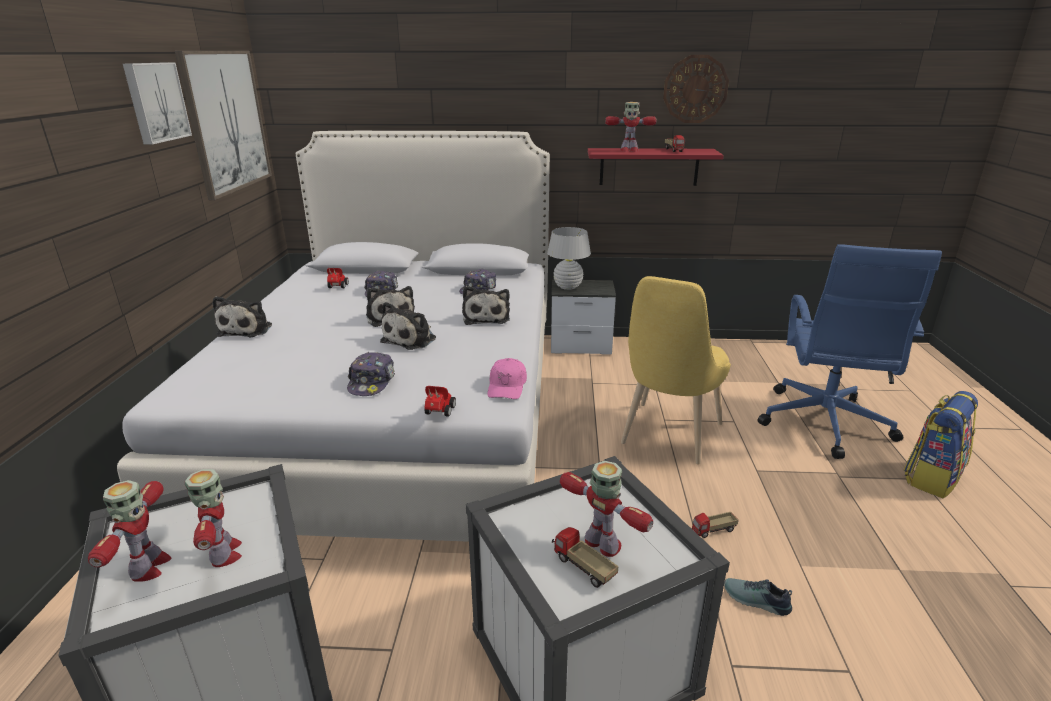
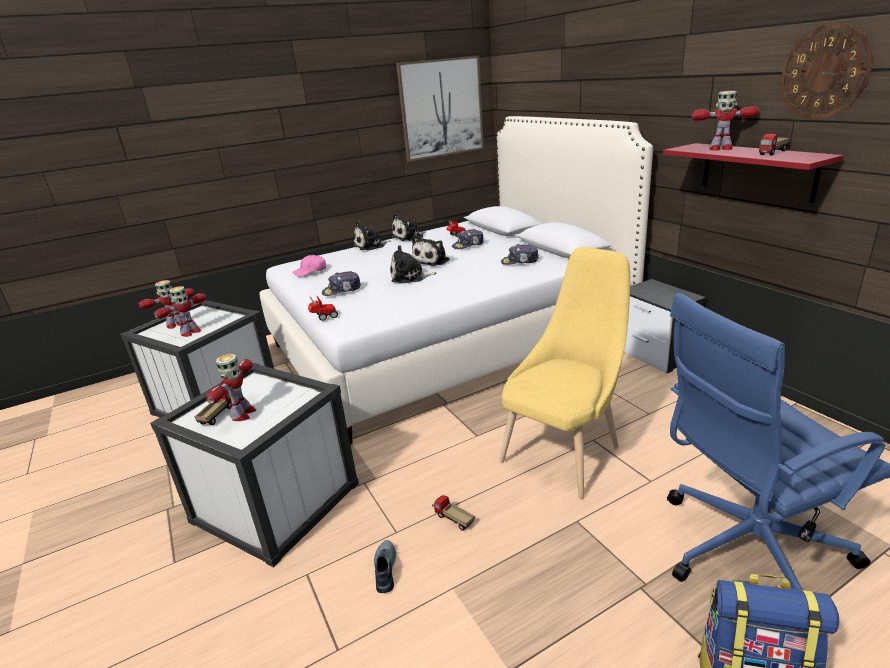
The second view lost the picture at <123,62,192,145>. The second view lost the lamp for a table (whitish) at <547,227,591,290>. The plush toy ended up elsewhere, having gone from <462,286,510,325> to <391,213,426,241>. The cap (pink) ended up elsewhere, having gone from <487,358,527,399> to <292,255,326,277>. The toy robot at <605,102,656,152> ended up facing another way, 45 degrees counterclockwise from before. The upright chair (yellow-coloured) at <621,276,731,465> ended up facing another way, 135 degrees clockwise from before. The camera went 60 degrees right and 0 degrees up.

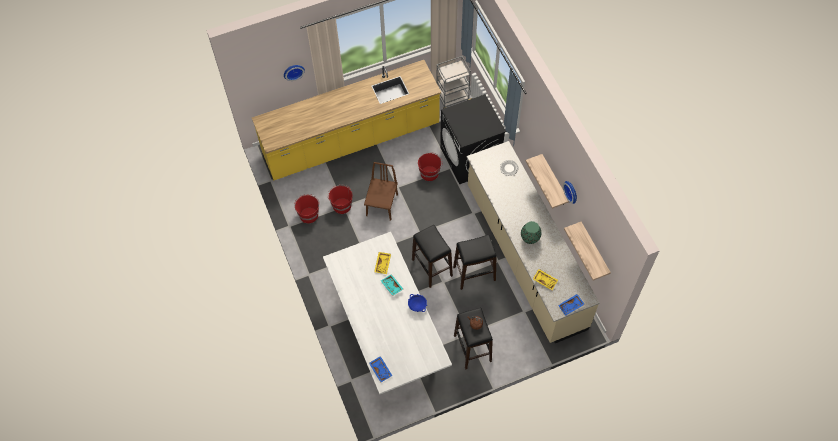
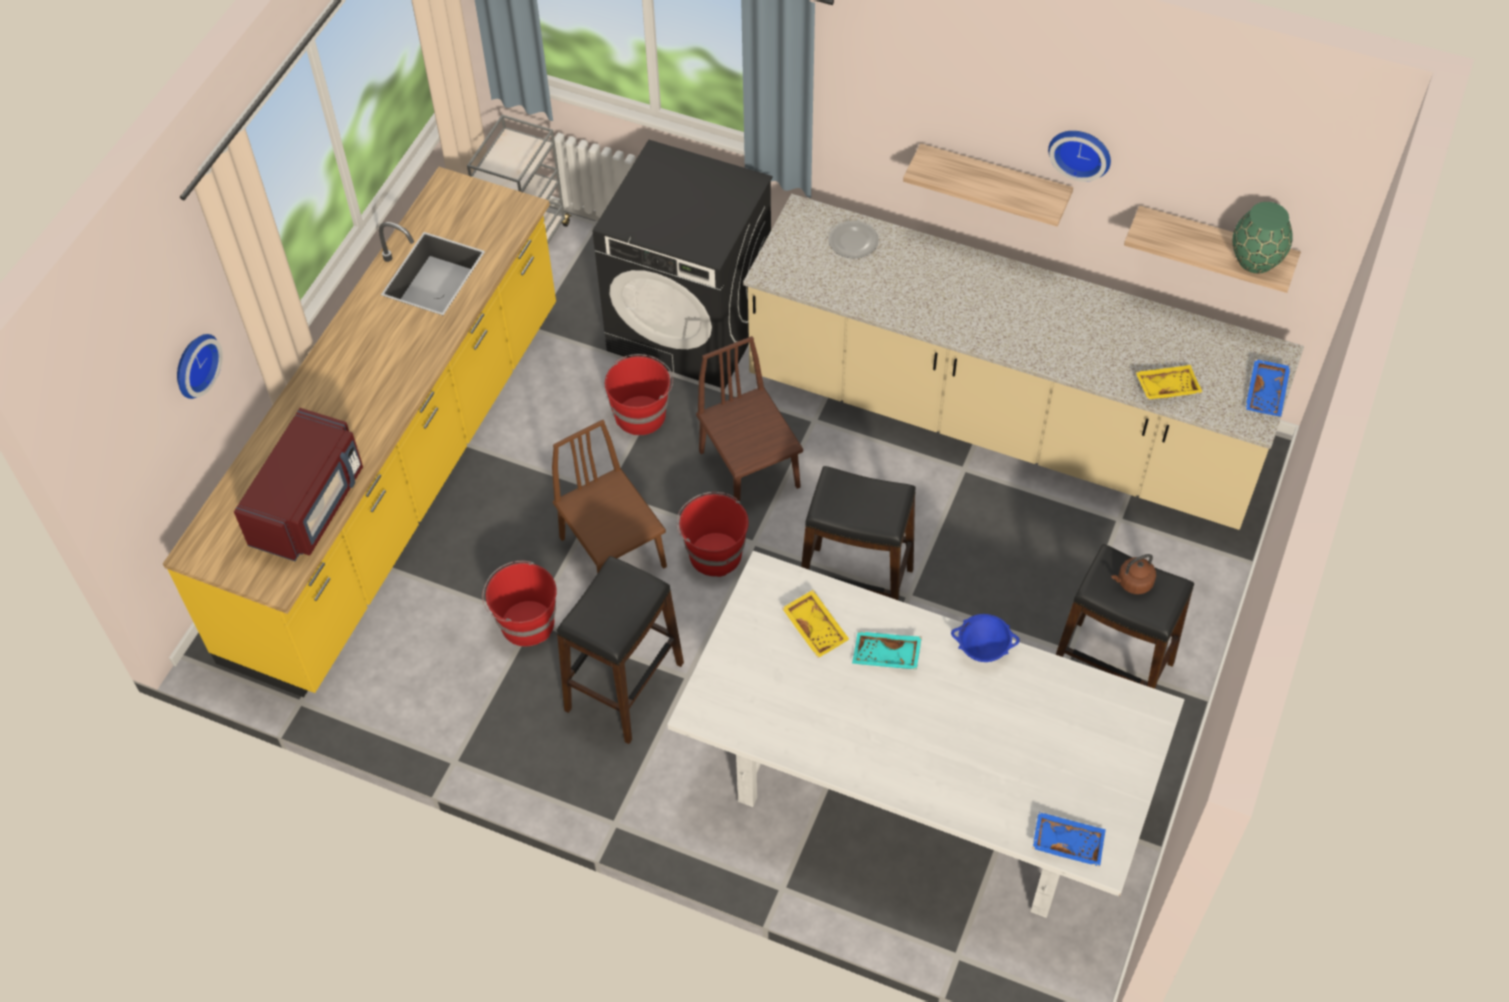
The second view gained the microwave (red) at <234,408,363,561>. The second view gained the upright chair (brown) at <696,336,803,502>. The pail (red) ended up elsewhere, having gone from <295,194,319,223> to <676,492,749,577>. The stool (blackish) ended up elsewhere, having gone from <453,235,497,290> to <557,556,684,744>. The decorative vase (greenish) ended up elsewhere, having gone from <521,221,542,244> to <1233,202,1293,273>. The camera went 45 degrees left and 5 degrees down.

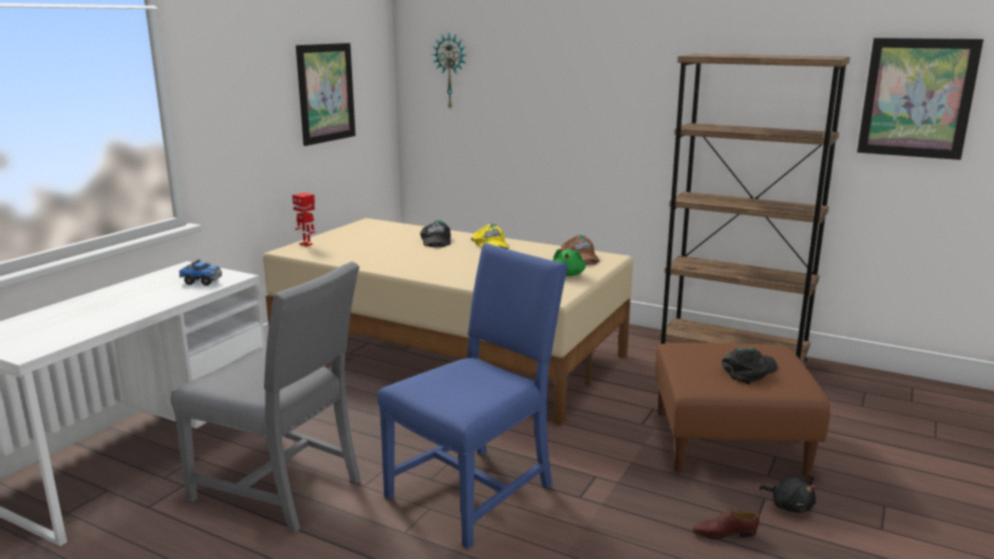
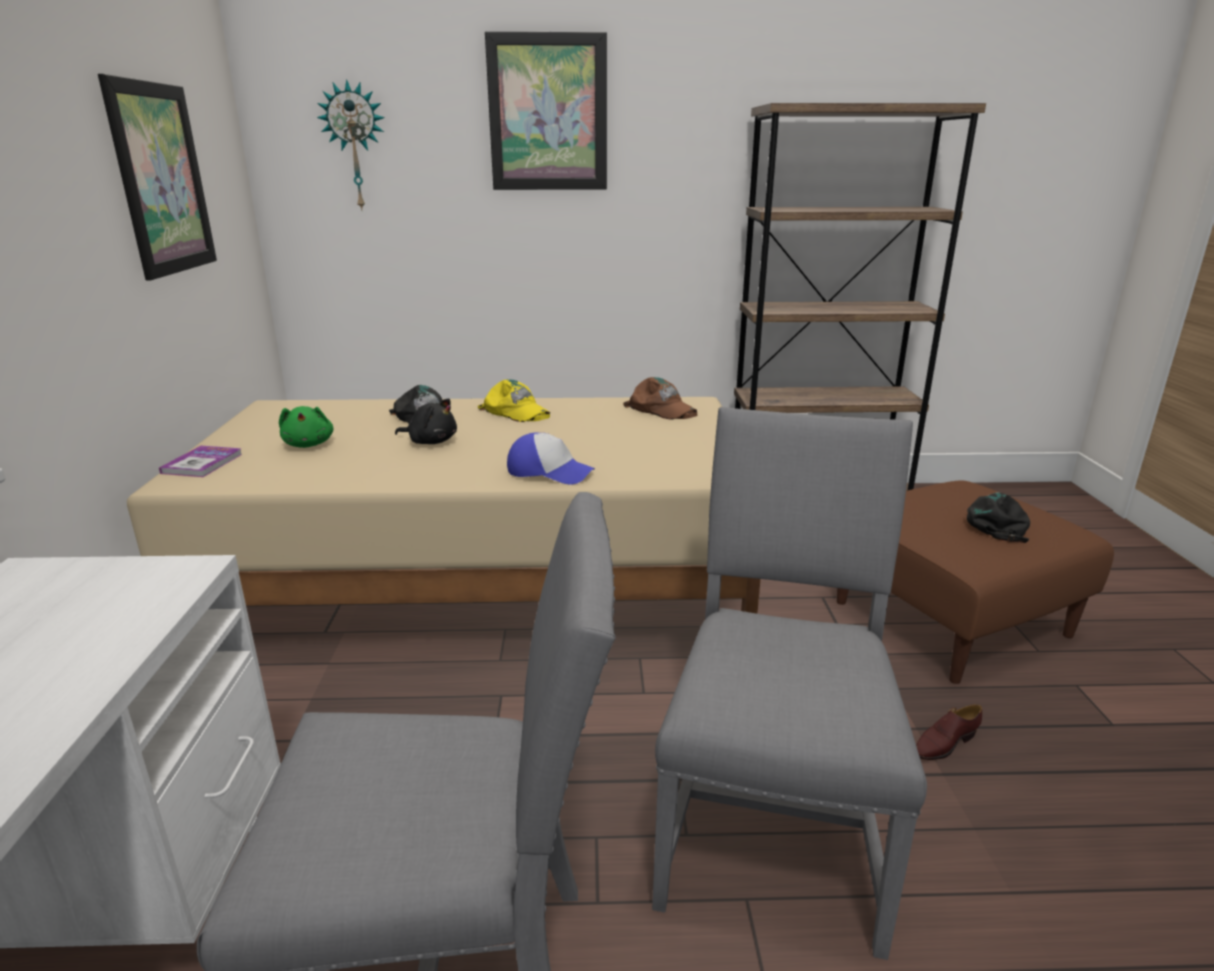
The second view lost the toy lorry at <179,259,222,286>. The second view gained the cap at <507,432,595,485>. The plush toy (greenish) ended up elsewhere, having gone from <553,249,586,276> to <279,406,334,448>. The item of footwear (brown) ended up elsewhere, having gone from <693,510,759,539> to <916,704,982,760>. The plush toy (blackish) ended up elsewhere, having gone from <759,476,816,513> to <395,398,457,444>. The picture ended up elsewhere, having gone from <857,38,984,160> to <485,32,607,190>. Where the toy robot stood at <292,193,315,247>, the bound book came to stand at <159,446,242,477>. What was the upright chair (bluish) at <377,243,568,549> turned into the upright chair (gray) at <652,407,927,960>. The camera went 30 degrees left and 5 degrees up.

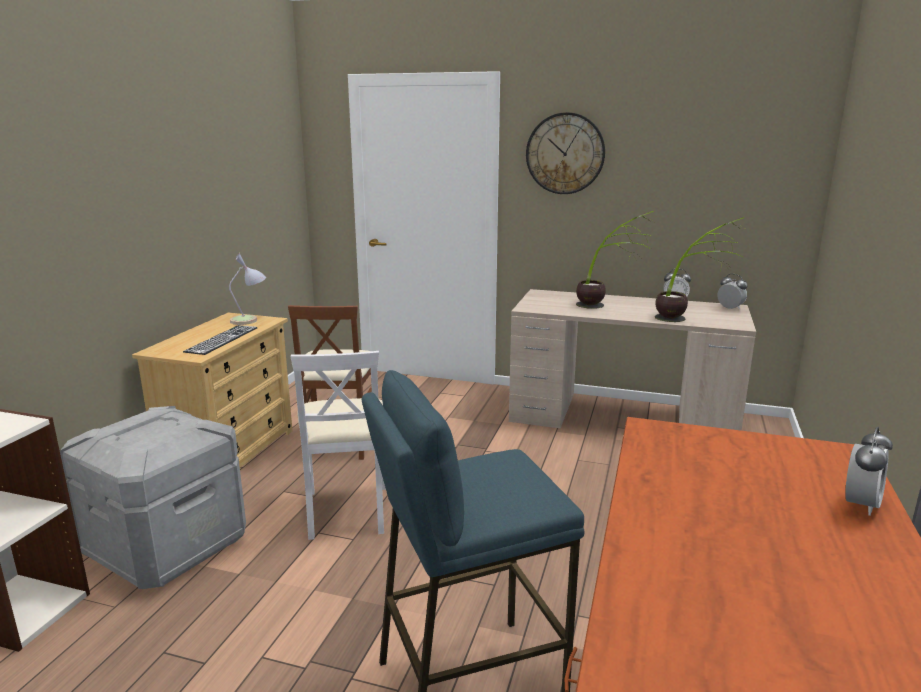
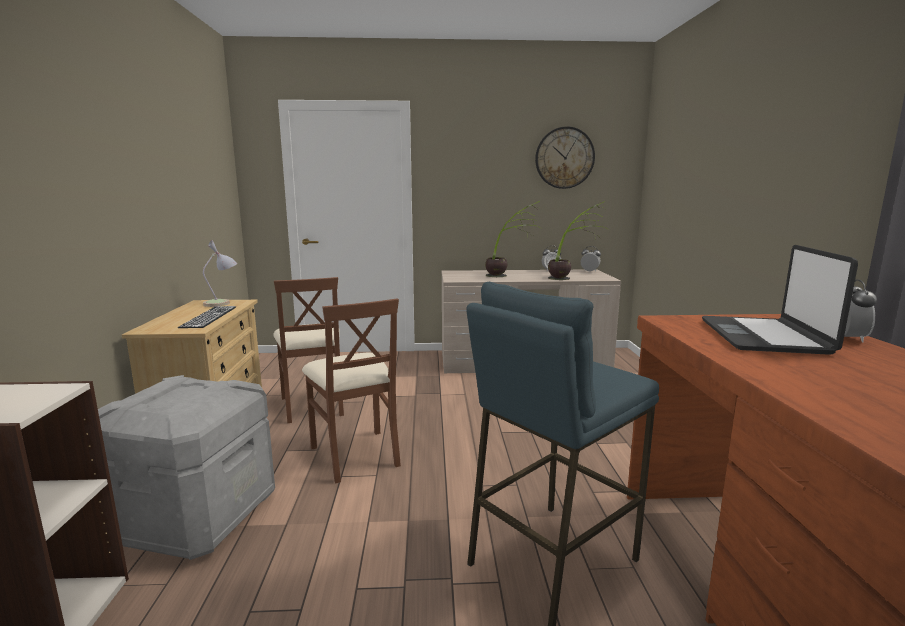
The second view gained the notebook computer at <702,245,858,355>. The wall clock ended up elsewhere, having gone from <526,112,605,194> to <535,126,595,189>. What was the upright chair (whitish) at <291,351,386,540> turned into the upright chair (brown) at <302,298,401,483>. The camera went 20 degrees left and 5 degrees down.

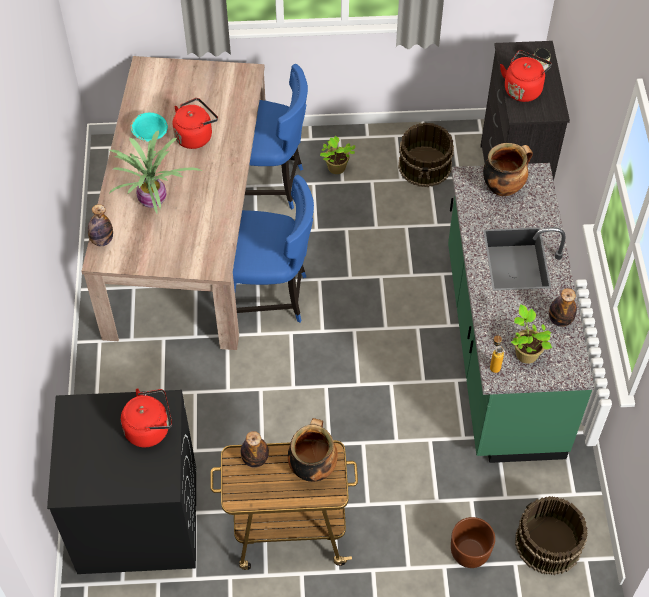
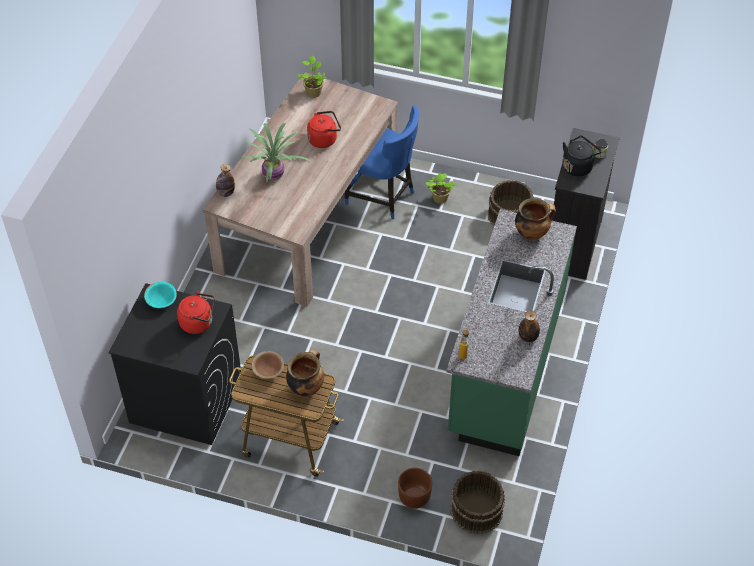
The second view lost the upright chair (bluish) at <233,175,314,322>. The serving bowl (turquoise) ended up elsewhere, having gone from <131,113,168,142> to <144,282,177,308>. The houseplant ended up elsewhere, having gone from <511,304,552,364> to <297,55,326,98>. Where the beverage bottle stood at <241,431,269,468>, the serving bowl (brown) came to stand at <251,351,284,379>. What was the tea kettle (red) at <500,50,552,102> turned into the tea kettle (blackish) at <563,136,602,176>. The camera went 20 degrees right and 5 degrees down.

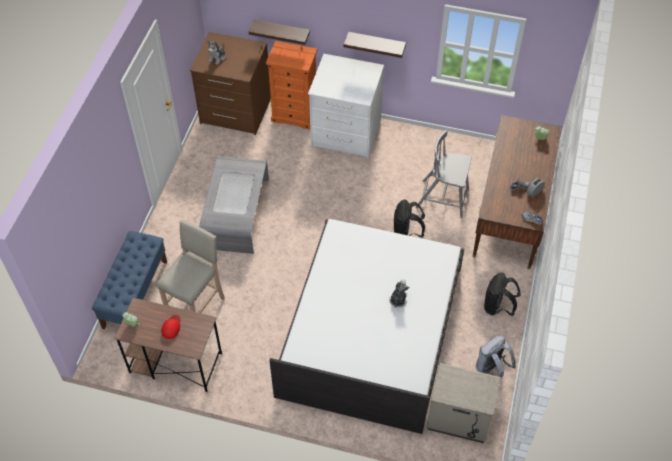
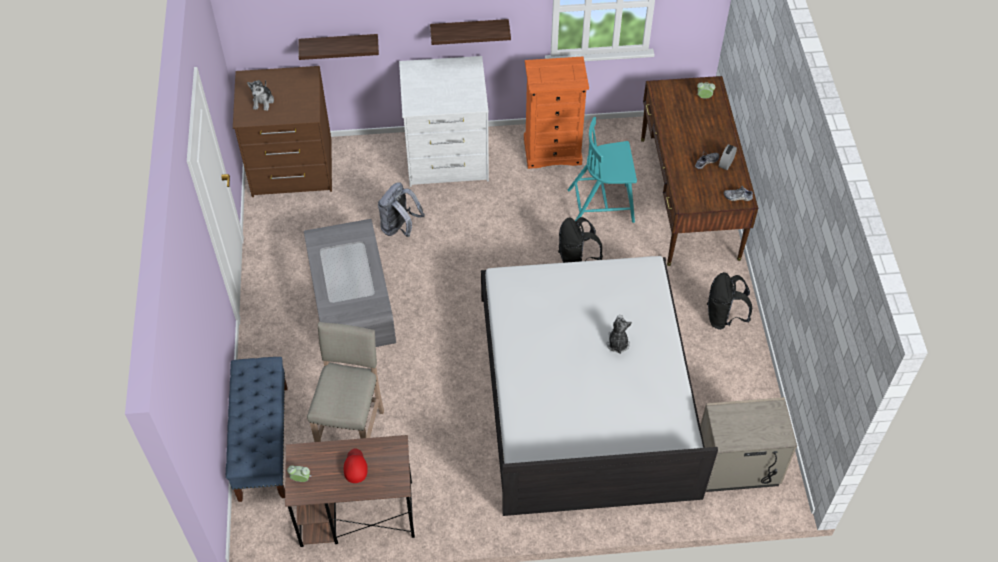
The chest of drawers (orangey) ended up elsewhere, having gone from <266,41,317,130> to <524,56,589,169>. The rucksack (gray) ended up elsewhere, having gone from <476,336,516,380> to <378,182,425,237>. What was the upright chair (gray) at <415,130,472,218> turned into the upright chair (turquoise) at <568,117,637,223>. The camera went 20 degrees left and 0 degrees up.

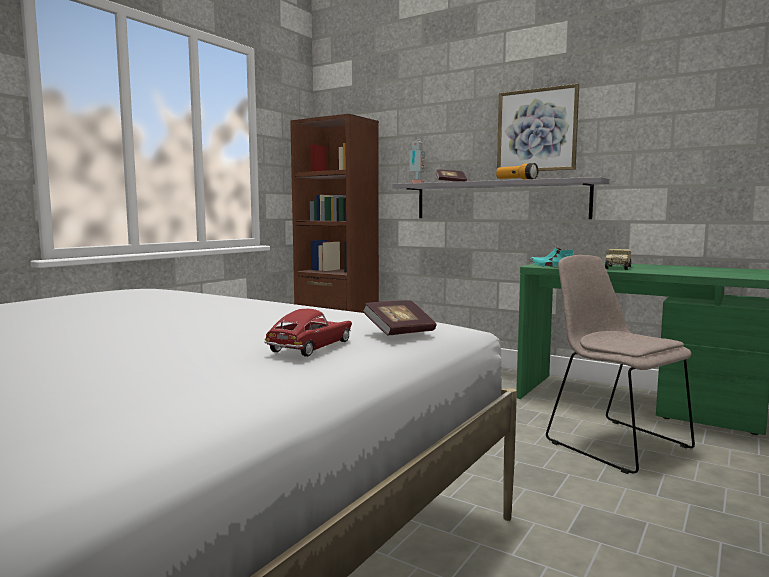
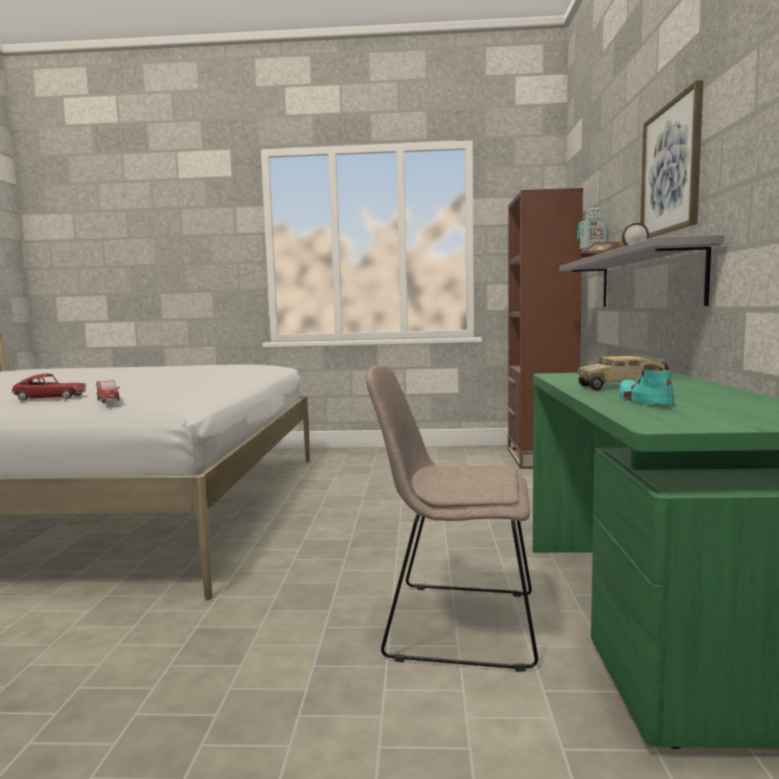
The item of footwear (turquoise) ended up elsewhere, having gone from <530,247,574,267> to <619,364,675,406>. Where the bound book stood at <362,300,436,336>, the model car came to stand at <96,380,120,404>. The upright chair (beige) at <546,255,695,474> ended up facing another way, 105 degrees counterclockwise from before. The camera went 60 degrees right and 0 degrees up.

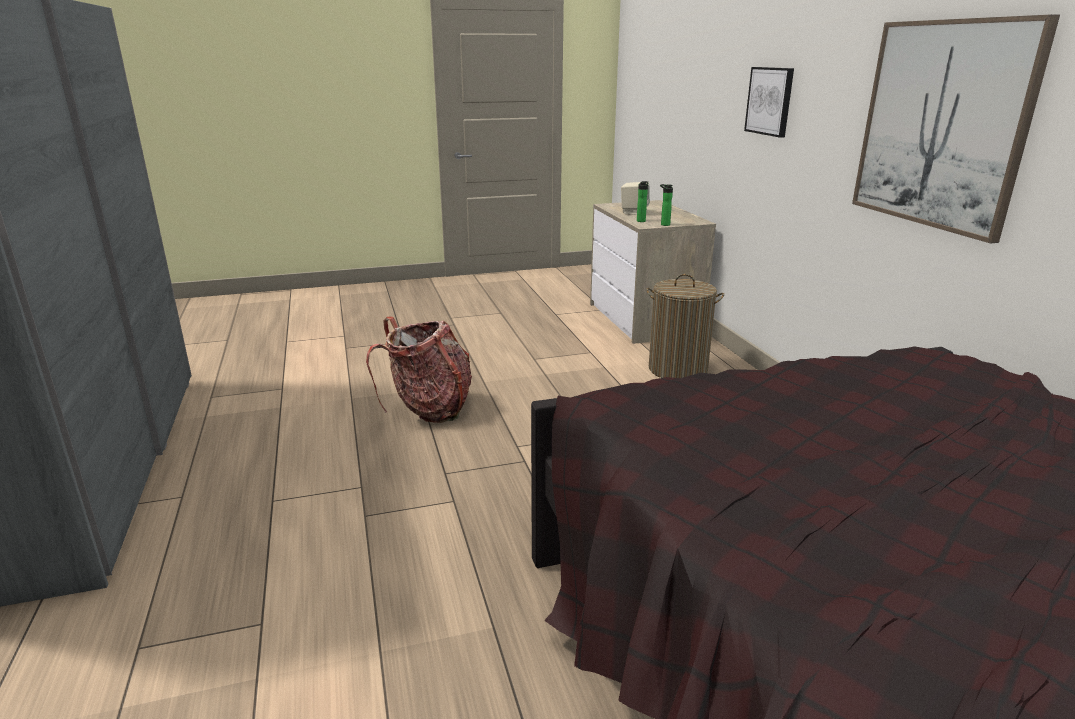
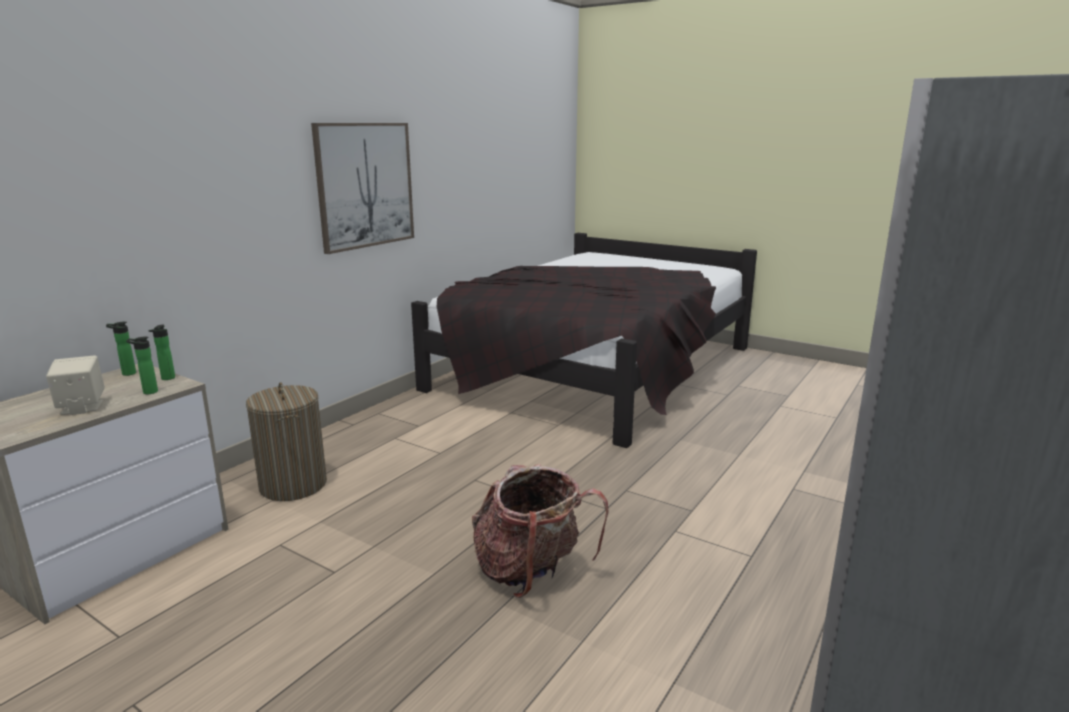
The second view lost the picture at <744,67,794,138>. The second view gained the beverage bottle at <106,322,136,376>. The camera went 130 degrees left and 5 degrees down.

